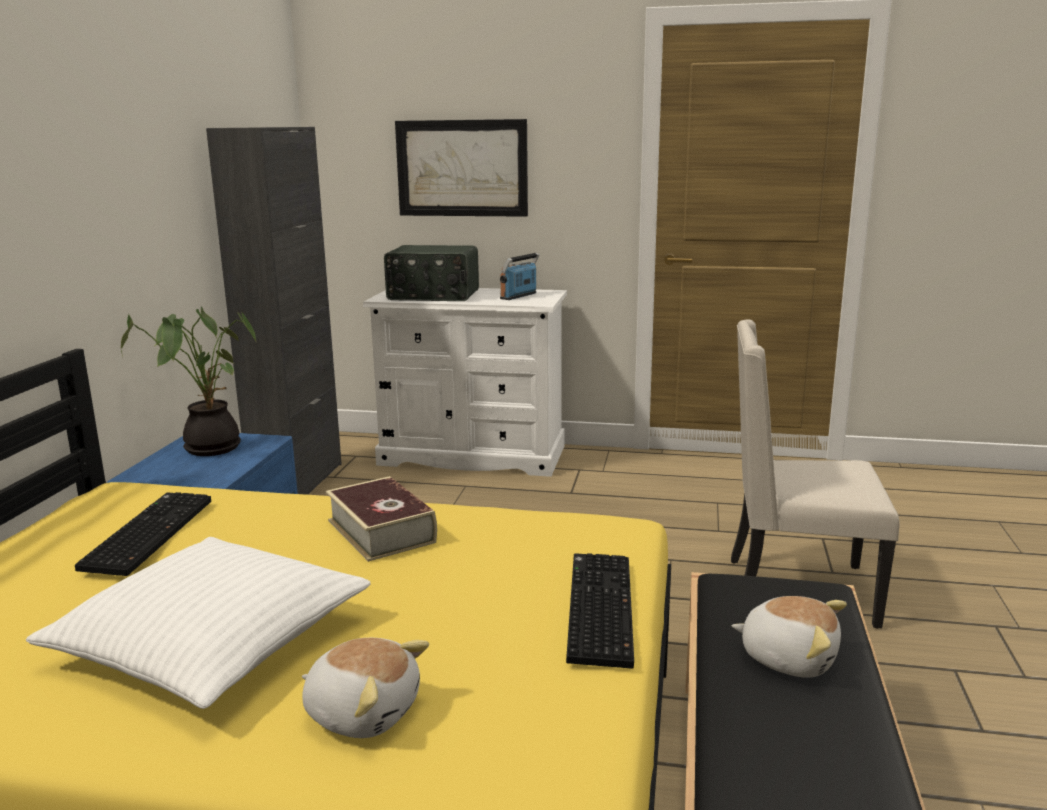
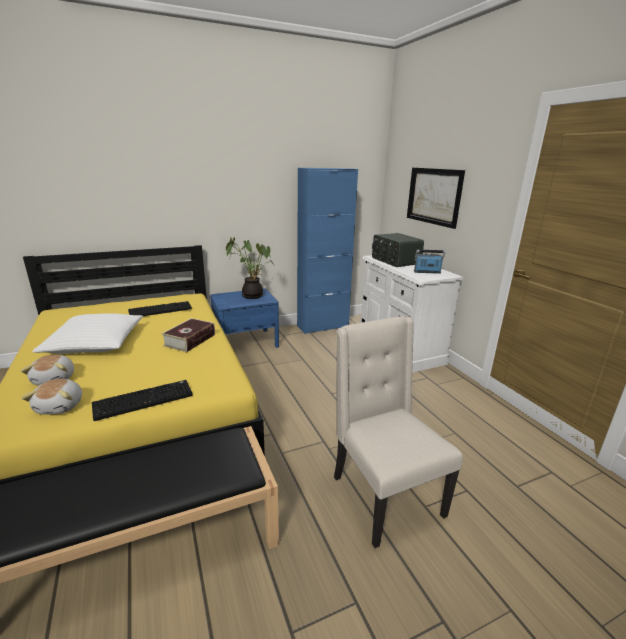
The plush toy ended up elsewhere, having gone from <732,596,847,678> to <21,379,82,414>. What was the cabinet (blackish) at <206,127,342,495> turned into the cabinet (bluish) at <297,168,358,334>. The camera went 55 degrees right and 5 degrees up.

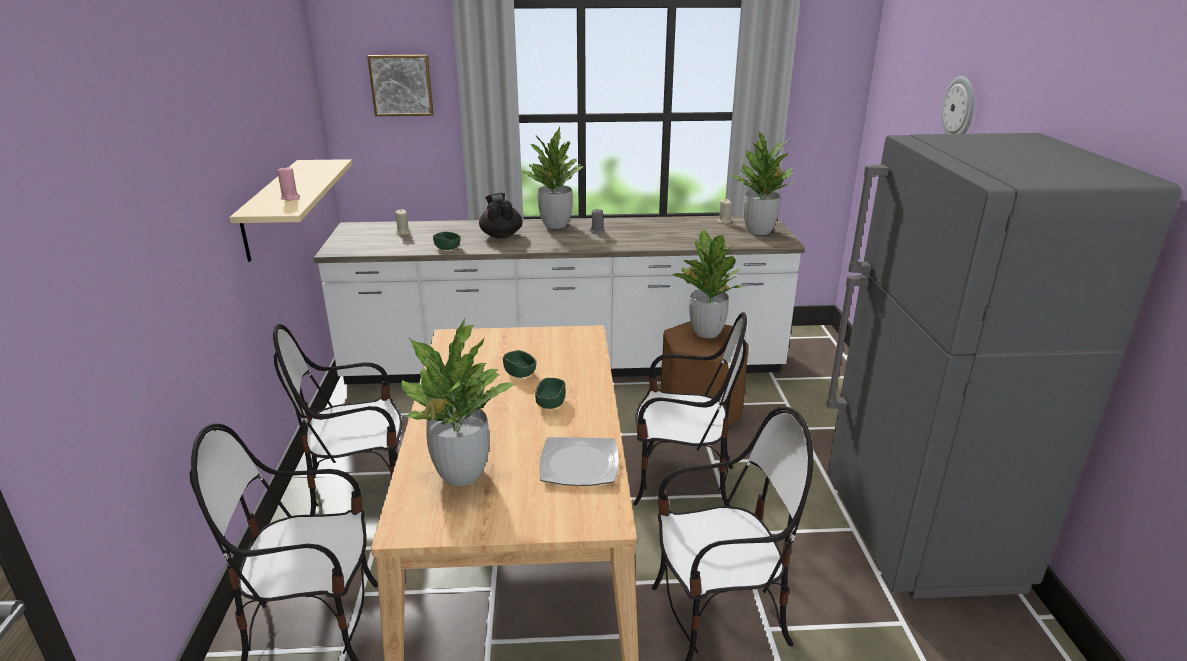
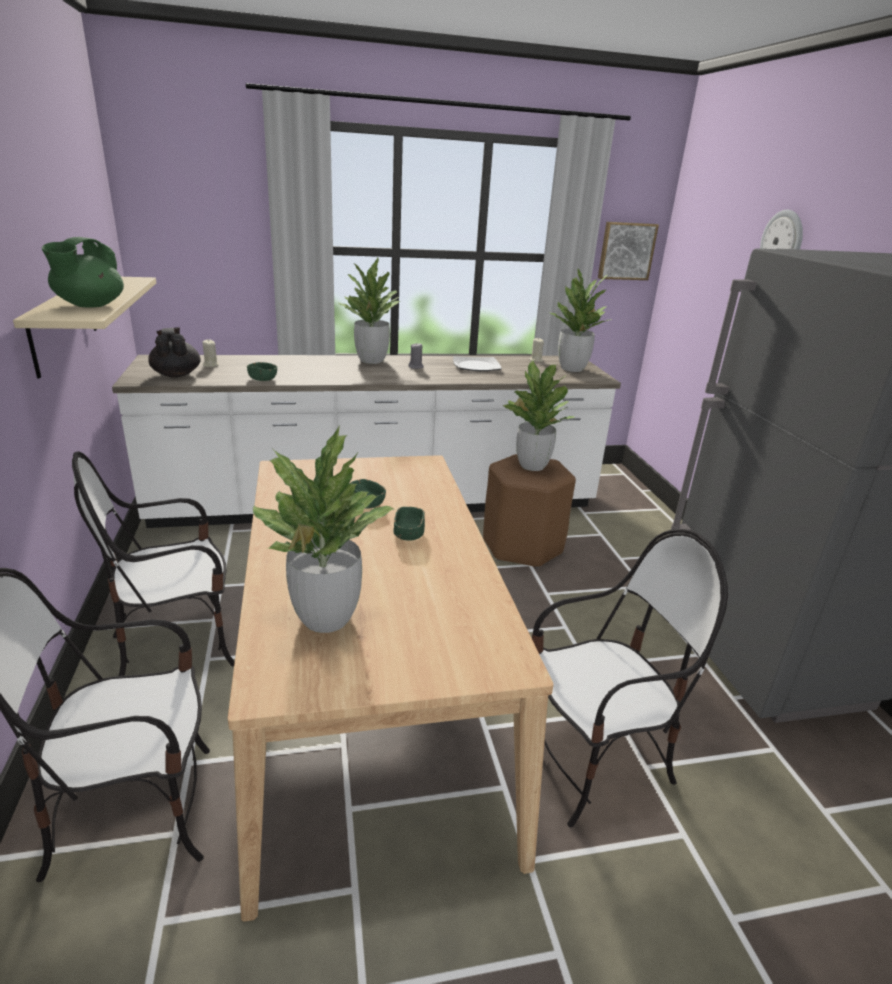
The second view lost the upright chair at <633,312,747,506>. The picture ended up elsewhere, having gone from <367,55,434,116> to <598,222,659,280>. The teapot (blackish) ended up elsewhere, having gone from <479,193,523,238> to <148,327,201,377>. The plate ended up elsewhere, having gone from <539,437,619,486> to <453,356,502,371>. Where the wax candle (pink) stood at <277,166,300,201>, the teapot (greenish) came to stand at <42,237,124,308>. The camera went 10 degrees left and 0 degrees up.

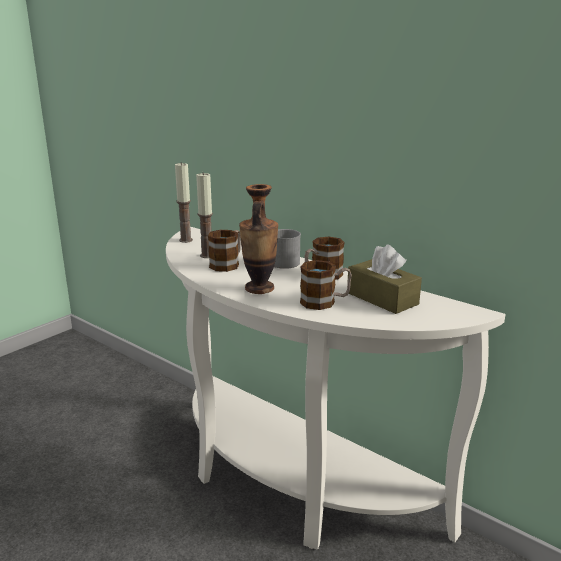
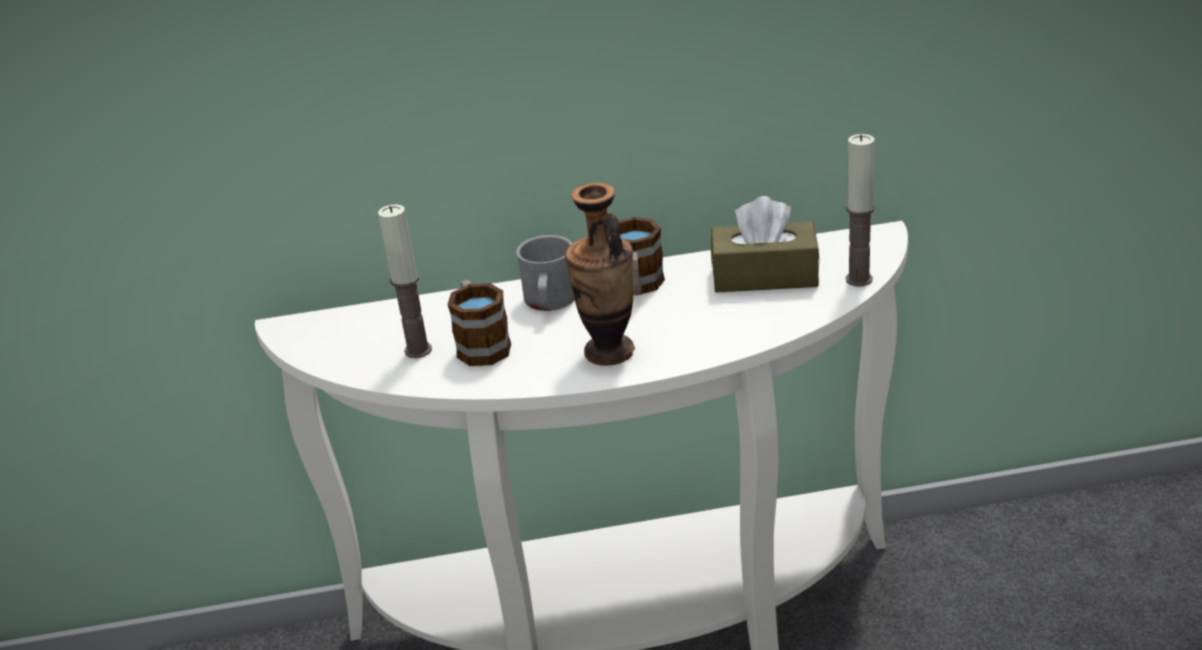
The second view lost the mug at <300,260,352,310>. The wax candle ended up elsewhere, having gone from <175,162,193,243> to <846,134,875,287>. The camera went 45 degrees left and 10 degrees up.

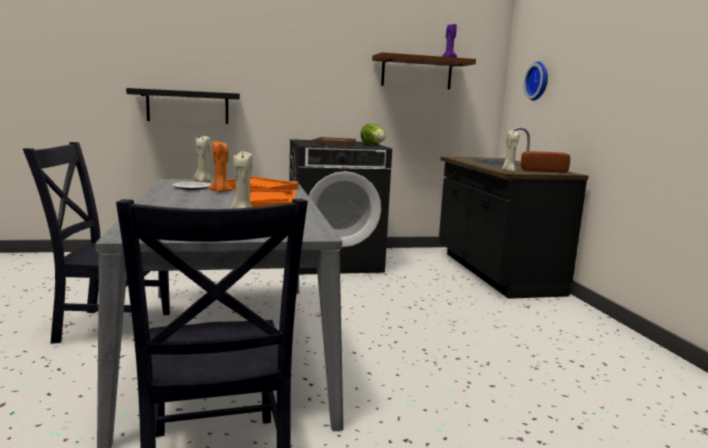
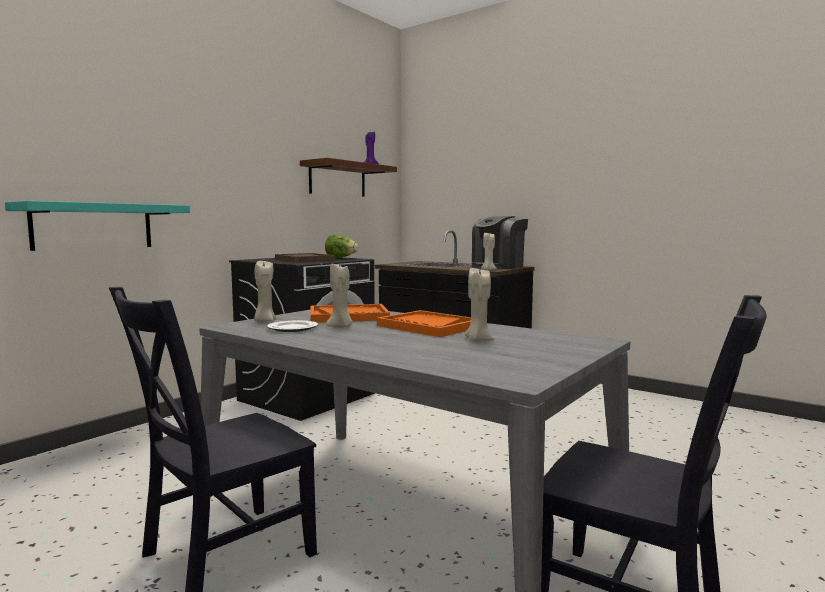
The second view lost the wall clock at <524,61,548,101>. Where the baked bread stood at <521,151,570,173>, the coffee brewer came to stand at <472,216,528,269>. What was the shelf (blackish) at <126,88,240,124> turned into the shelf (turquoise) at <5,201,190,251>. What was the wax candle (orangey) at <208,140,233,192> turned into the wax candle (beige) at <326,264,353,327>. The camera went 40 degrees left and 5 degrees down.

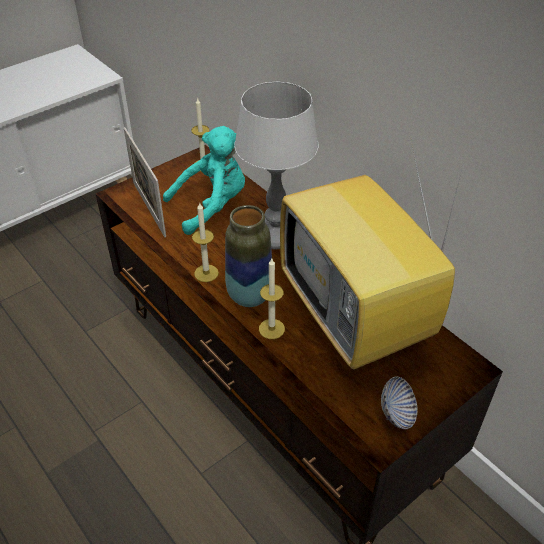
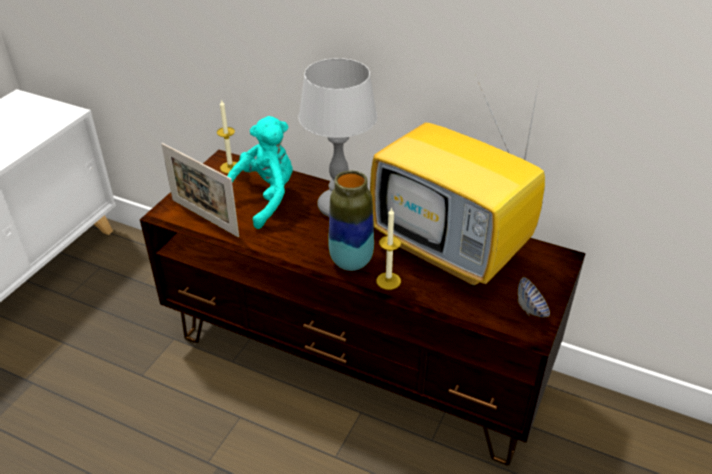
The second view lost the wax candle at <192,203,219,282>. The camera went 25 degrees left and 5 degrees down.

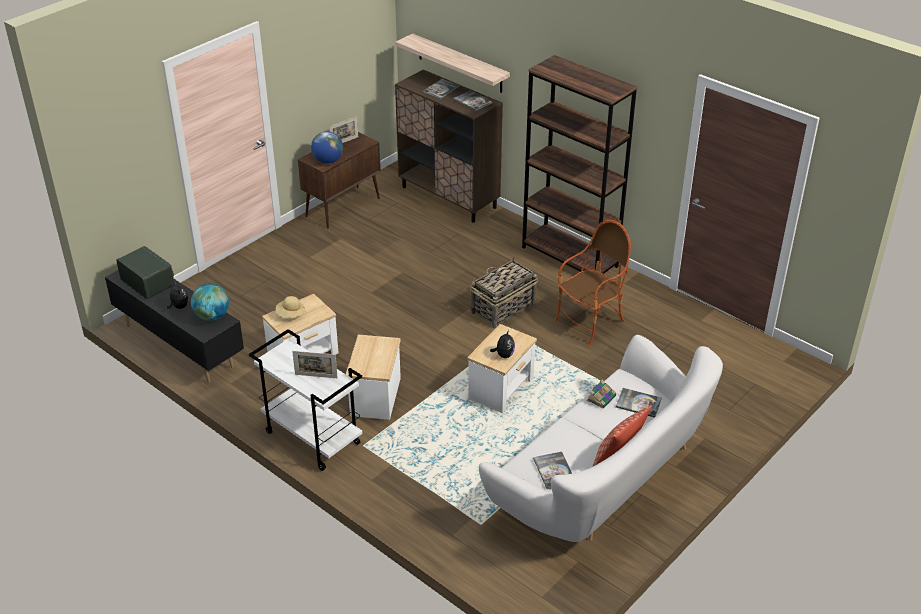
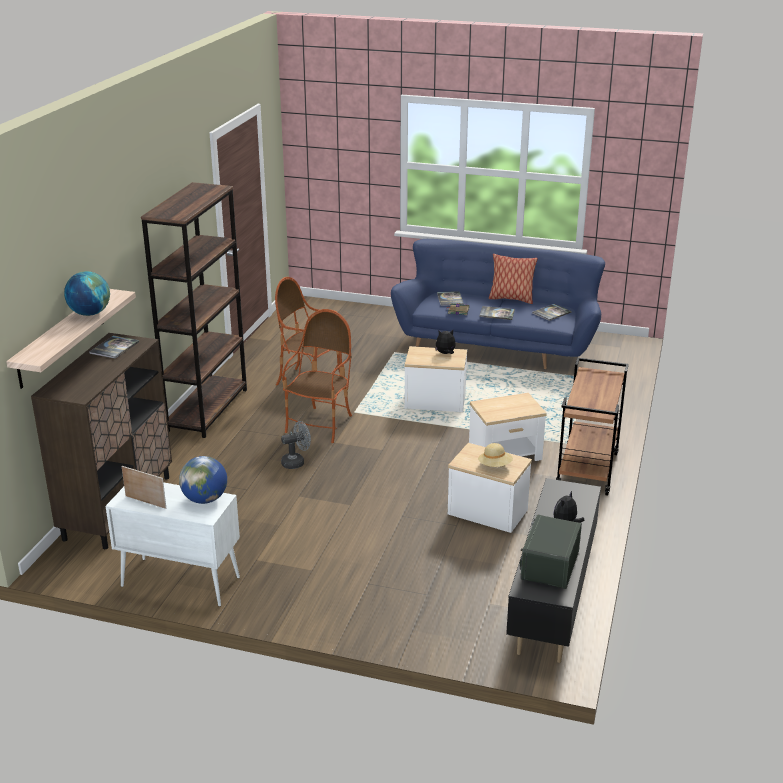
The second view lost the picture frame at <292,351,338,378>. The second view gained the electric fan (gray) at <281,421,311,469>. The desk globe ended up elsewhere, having gone from <191,283,229,321> to <64,271,110,316>. The bound book ended up elsewhere, having gone from <423,79,460,99> to <479,306,515,320>. Where the household basket stood at <470,257,538,328>, the armchair came to stand at <282,309,352,443>. What was the cart (whitish) at <249,329,362,471> turned into the cart (brown) at <556,358,629,496>. What was the cabinet (brown) at <298,132,381,229> turned into the cabinet (whitish) at <106,482,240,607>. What was the couch (whitish) at <479,335,723,542> turned into the couch (bluish) at <391,239,605,369>. The camera went 115 degrees left and 10 degrees down.

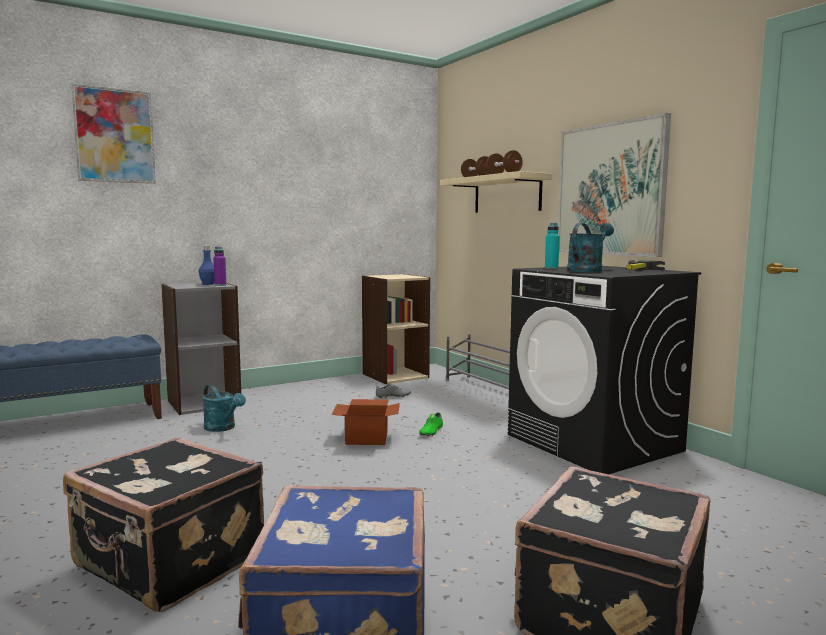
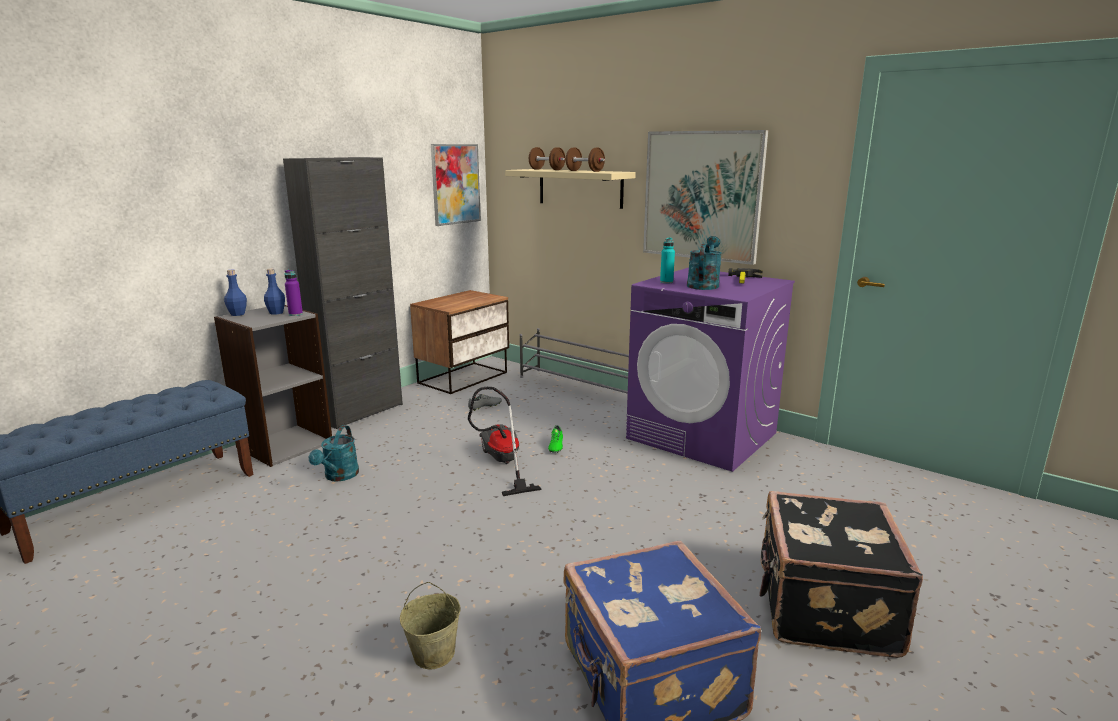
The second view gained the beverage bottle (bluish) at <224,270,247,316>. The second view gained the cabinet (blackish) at <283,157,403,429>. The picture ended up elsewhere, having gone from <71,84,156,184> to <431,144,481,226>. Where the travel case (blackish) stood at <63,437,264,612>, the pail (beige) came to stand at <400,582,460,669>. Where the cardboard box stood at <332,399,400,445>, the vacuum cleaner came to stand at <468,387,542,496>. Where the bookshelf (beige) stood at <362,274,430,384>, the night table came to stand at <410,290,509,394>. What was the laundry machine (blackish) at <508,266,701,474> turned into the laundry machine (purple-coloured) at <626,268,795,472>. The watering can (turquoise) at <203,384,246,432> ended up facing another way, 75 degrees clockwise from before. The camera went 20 degrees left and 10 degrees up.

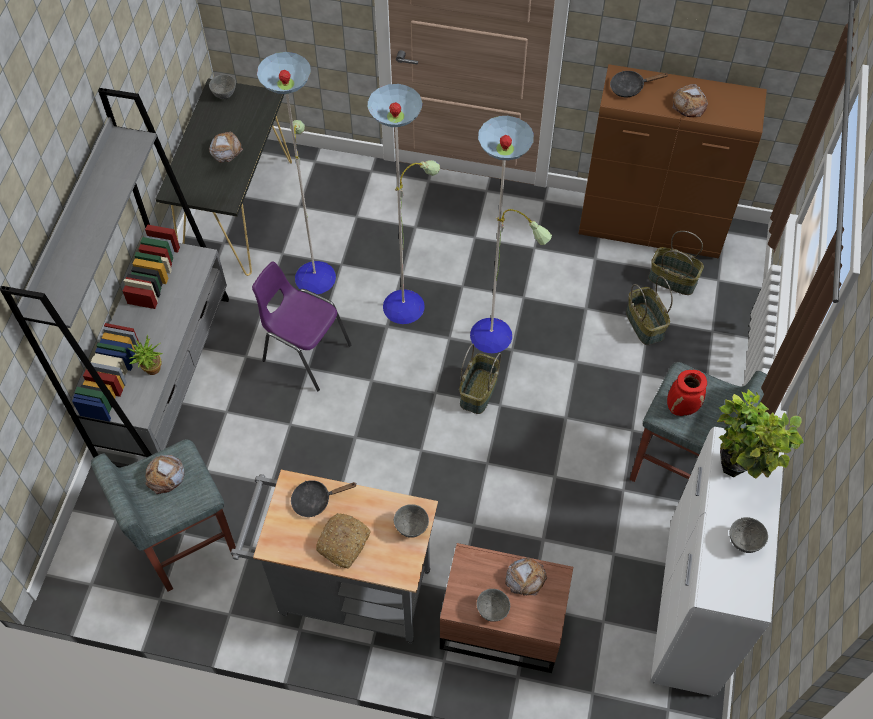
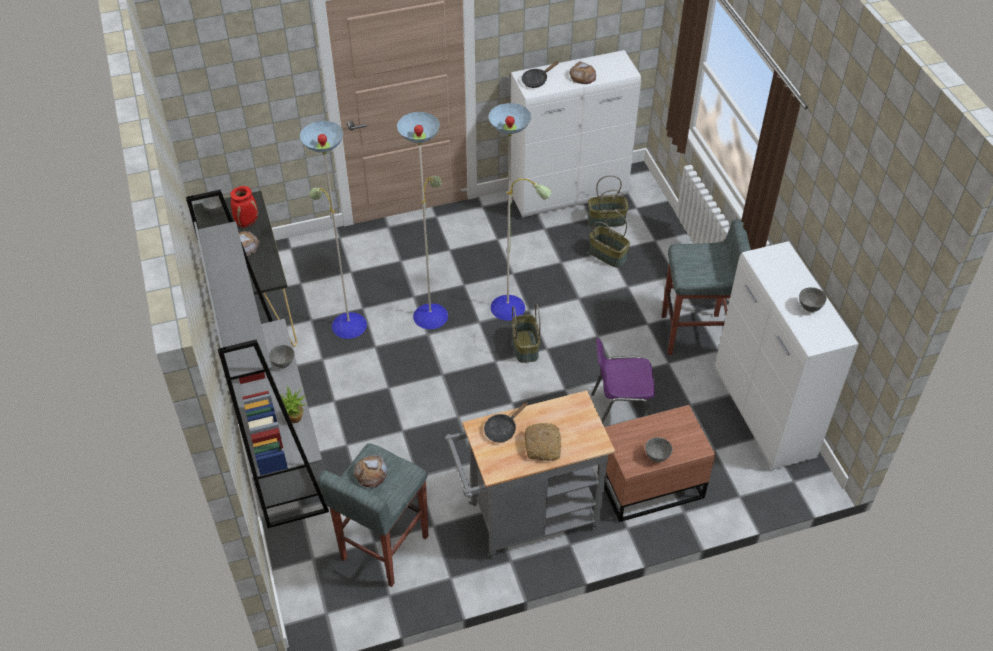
The second view lost the baked bread at <505,558,547,596>. The second view lost the houseplant at <717,389,804,479>. The upright chair (purple-coloured) ended up elsewhere, having gone from <252,261,352,391> to <591,339,655,423>. The serving bowl (gray) ended up elsewhere, having gone from <394,504,429,538> to <269,345,295,368>. The decorative vase (red) ended up elsewhere, having gone from <667,370,707,416> to <230,186,258,228>. What was the cabinet (brown) at <579,64,767,258> turned into the cabinet (whitish) at <510,50,641,217>. The camera went 30 degrees left and 10 degrees down.

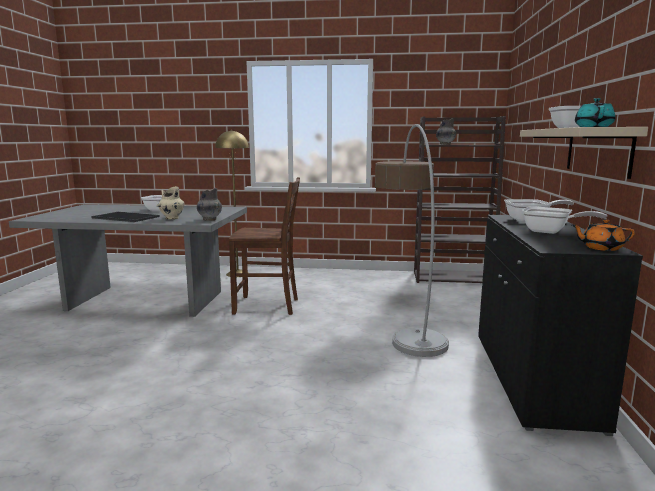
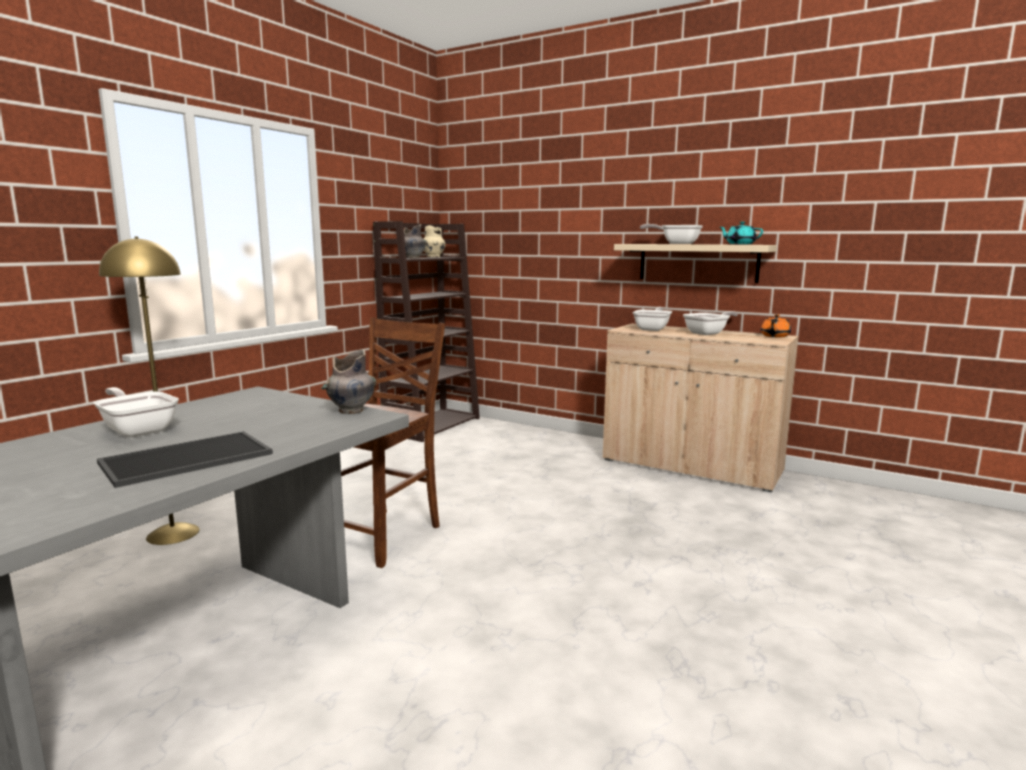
The second view lost the floor lamp at <375,124,449,357>. The decorative vase (beige) ended up elsewhere, having gone from <157,186,185,219> to <424,225,446,257>. What was the cabinet (blackish) at <478,215,643,436> turned into the cabinet (beige) at <603,324,799,493>. The camera went 65 degrees left and 0 degrees up.

